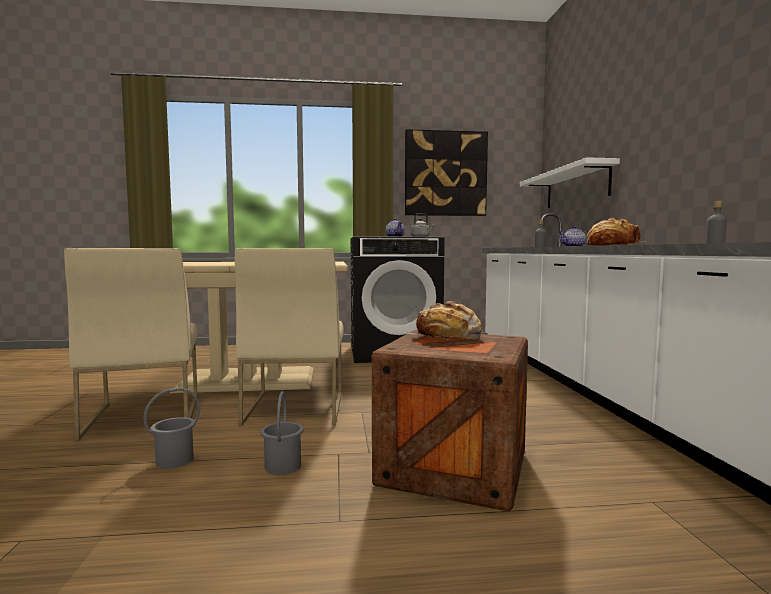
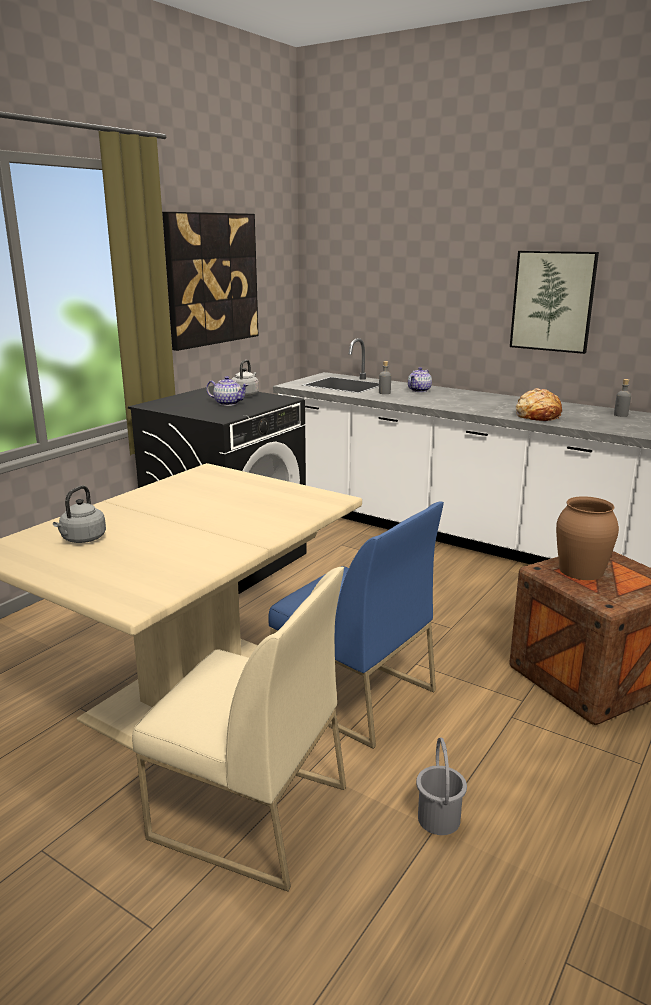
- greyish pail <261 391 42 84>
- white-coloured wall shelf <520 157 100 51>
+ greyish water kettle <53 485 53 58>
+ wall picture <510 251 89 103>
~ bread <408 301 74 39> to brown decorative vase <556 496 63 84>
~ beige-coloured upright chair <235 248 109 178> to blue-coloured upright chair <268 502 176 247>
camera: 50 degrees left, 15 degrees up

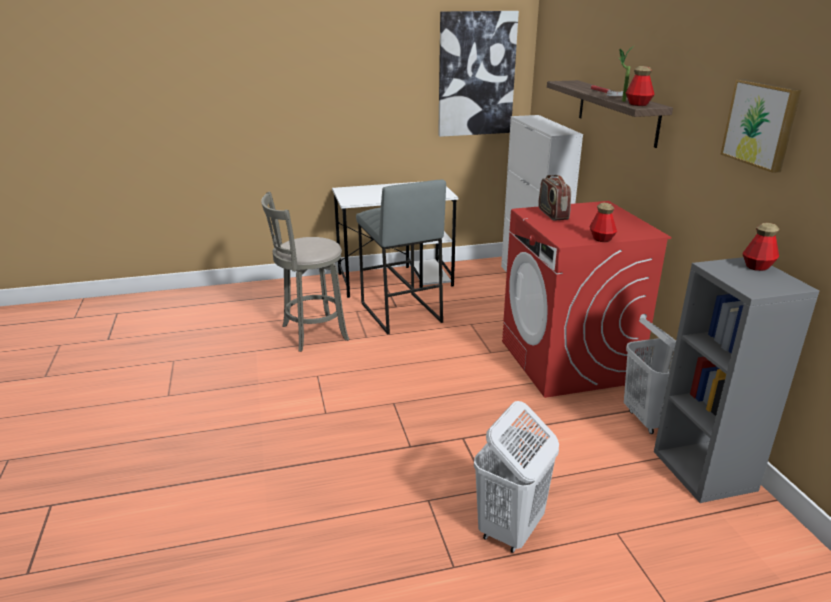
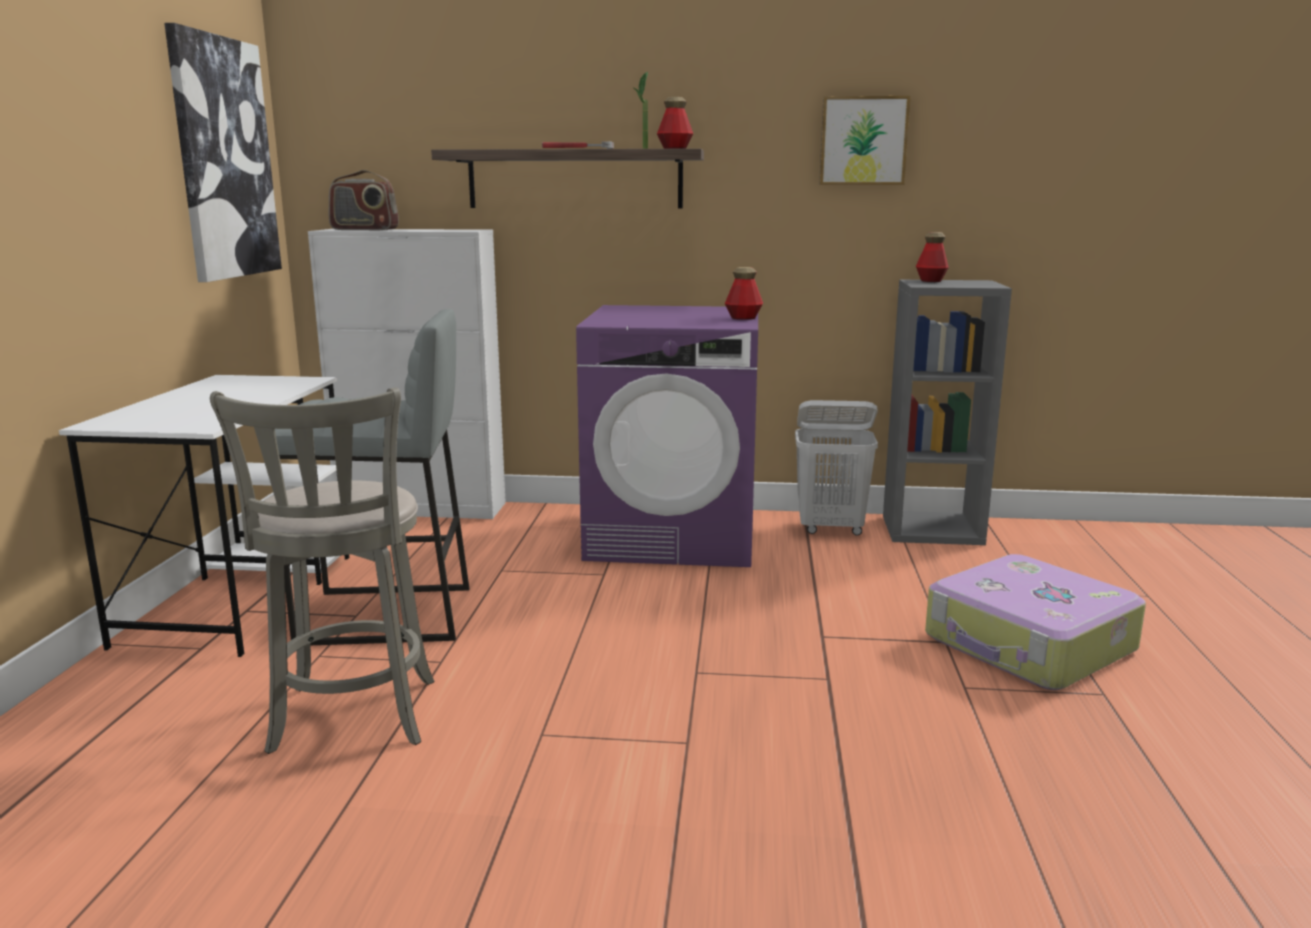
~ radio <538 175 33 46> to <329 170 70 60>
~ white-coloured hamper <474 401 85 152> to piece of luggage <925 554 221 136>
~ reddish laundry appliance <502 201 169 197> to purplish laundry appliance <576 305 182 262>
camera: 70 degrees left, 10 degrees down

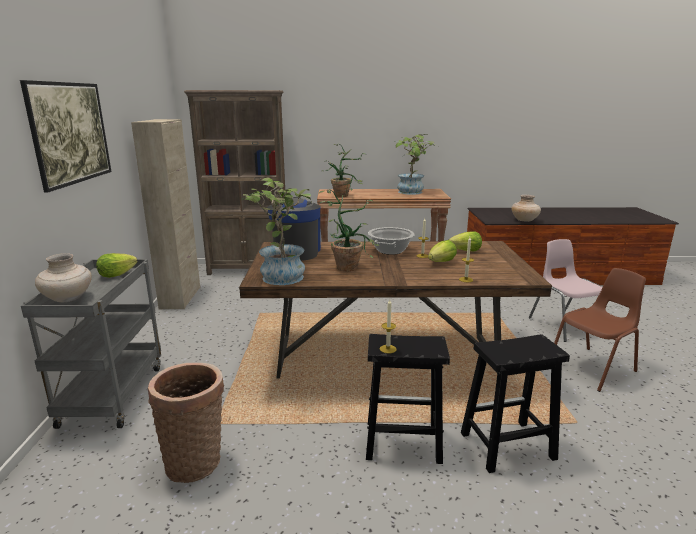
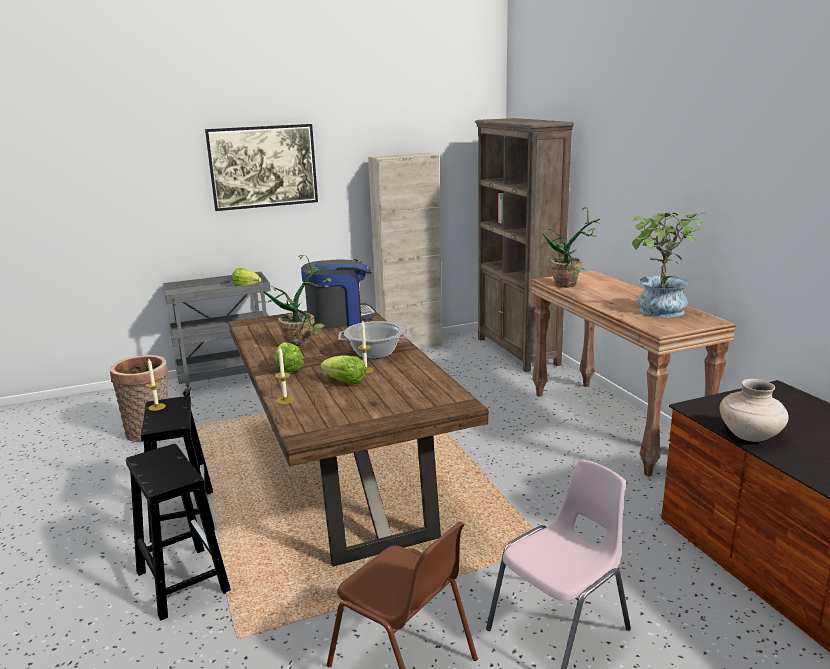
- beige-coloured decorative vase <35 253 57 50>
- houseplant <241 177 71 108>
~ lettuce head <448 231 34 21> to <276 342 28 30>
camera: 70 degrees right, 0 degrees up

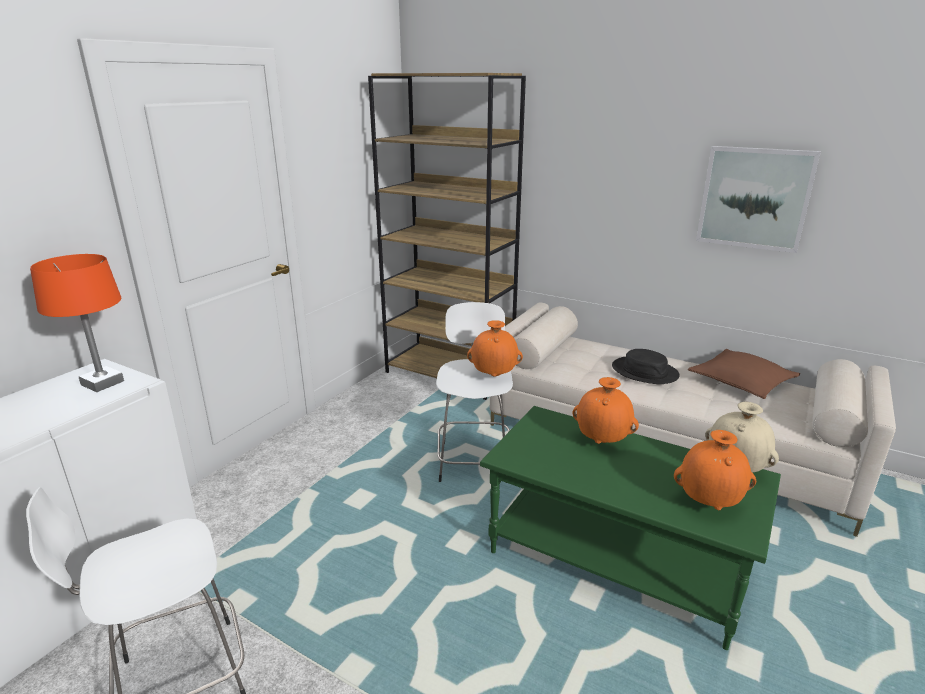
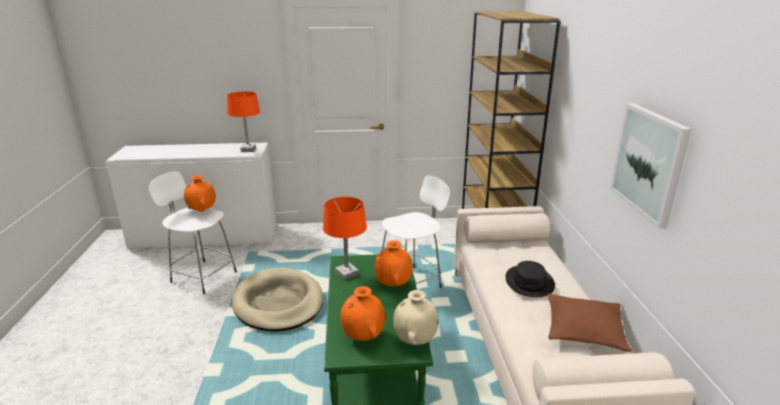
+ beige-coloured dog cushion <231 267 92 65>
+ orange lamp for a table <323 197 44 83>
~ orange decorative vase <467 320 56 57> to <184 175 32 37>
camera: 55 degrees right, 0 degrees up

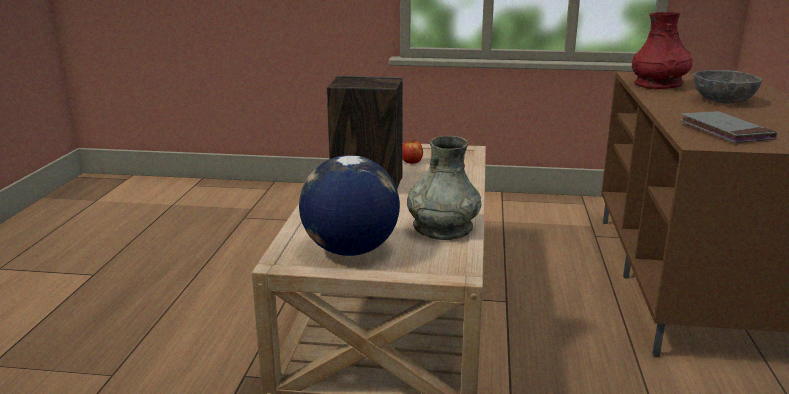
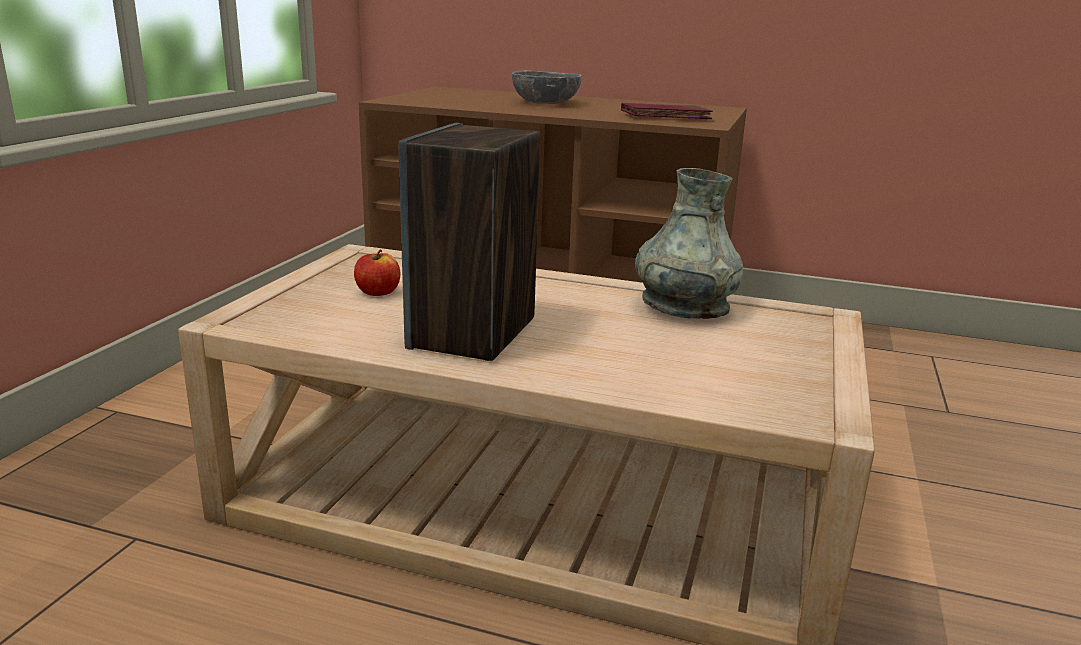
- globe <299 155 101 101>
- reddish decorative vase <632 12 60 78>
~ greyish volume <679 111 98 32> to reddish volume <621 103 92 16>
camera: 80 degrees left, 0 degrees up

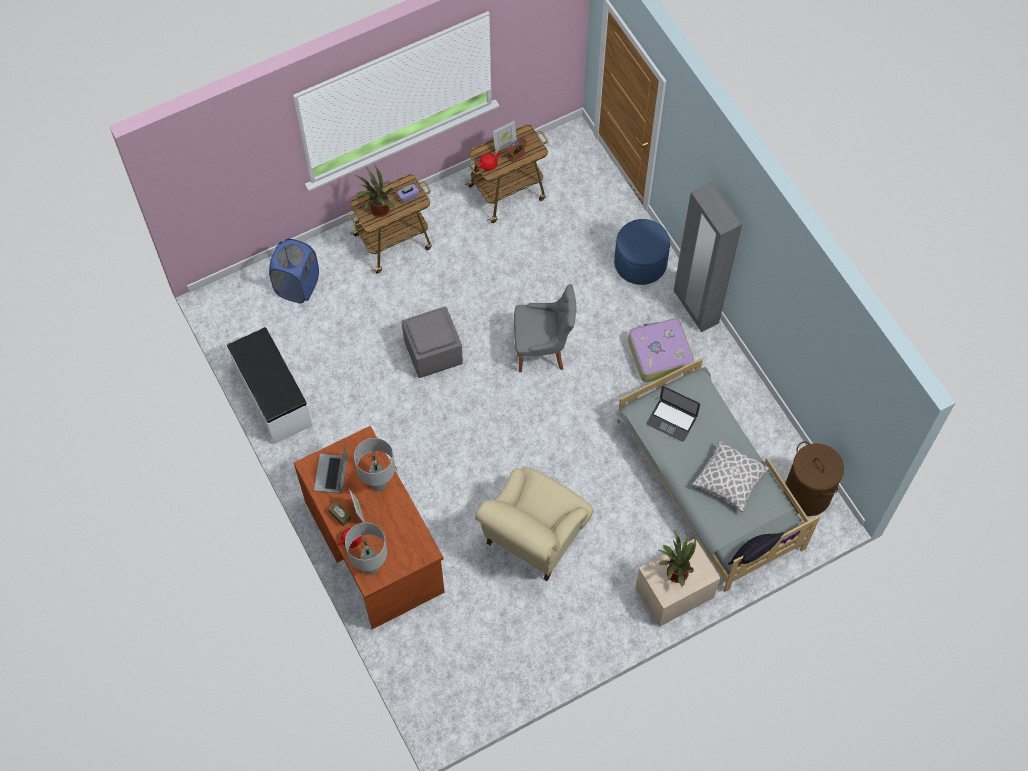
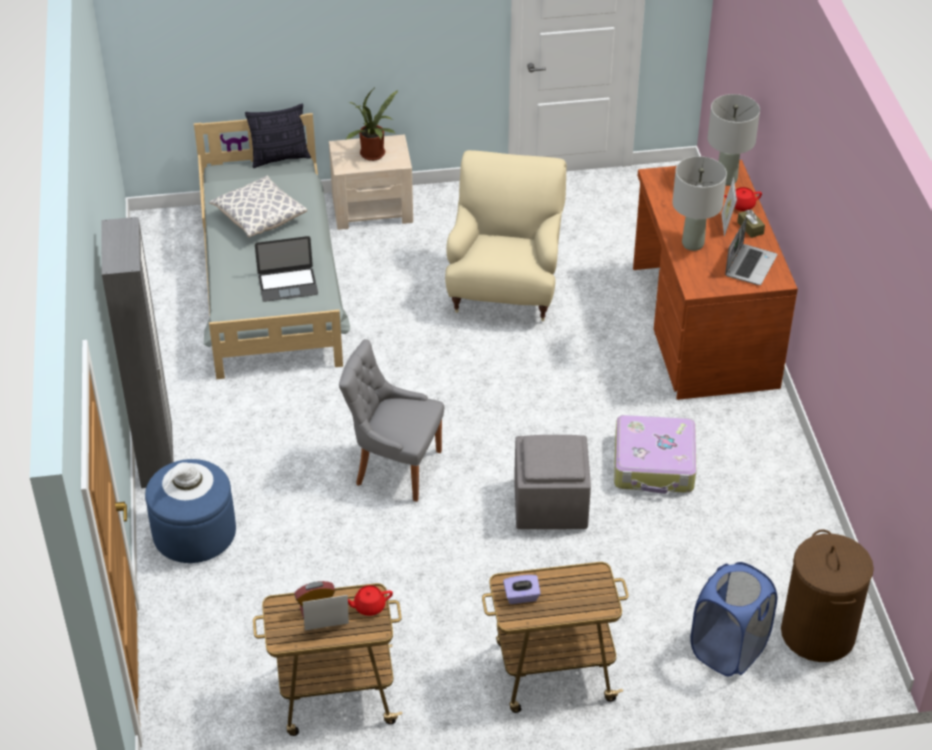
- white-coloured long seat <227 327 85 117>
- houseplant <354 165 41 52>
+ white-coloured hat <162 462 51 38>
~ piece of luggage <628 318 66 64> to <614 415 82 79>
~ brown hamper <783 441 61 75> to <781 529 93 133>
~ beige-coloured lounge chair <474 467 119 114> = <445 150 122 171> 45 degrees counterclockwise
~ notebook computer <646 386 54 56> = <255 236 63 66> 120 degrees clockwise
camera: 160 degrees left, 20 degrees down

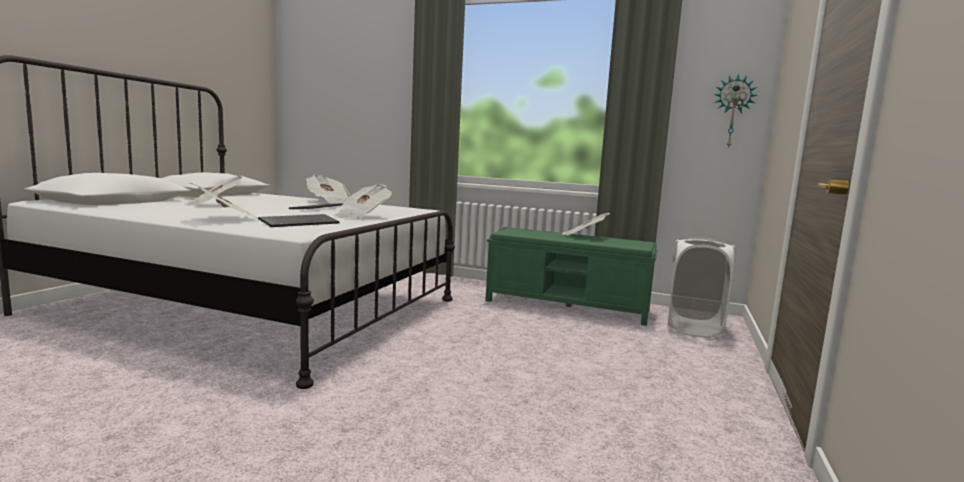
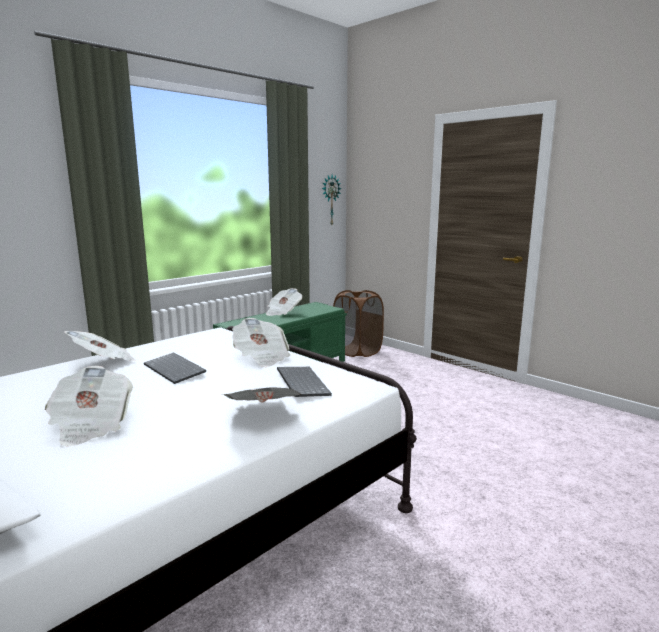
~ white-coloured hamper <667 237 69 101> to brown hamper <333 290 51 67>
camera: 65 degrees left, 5 degrees up

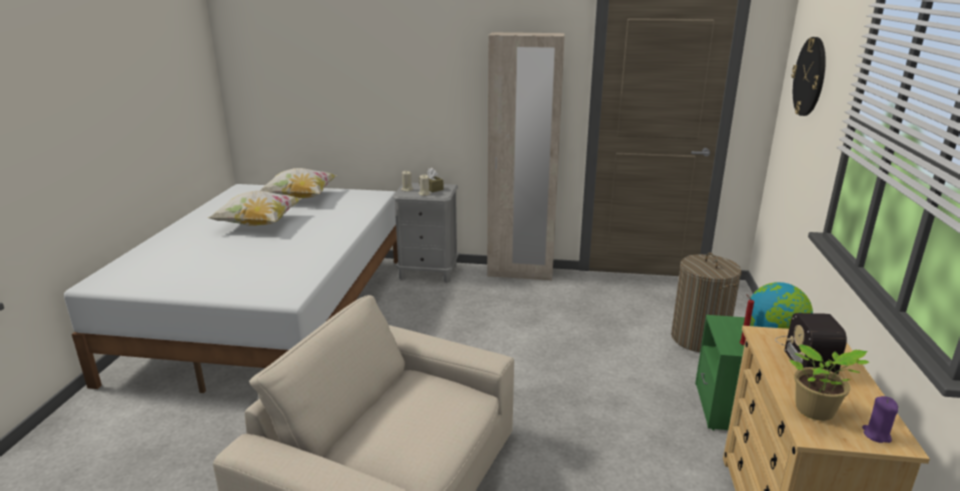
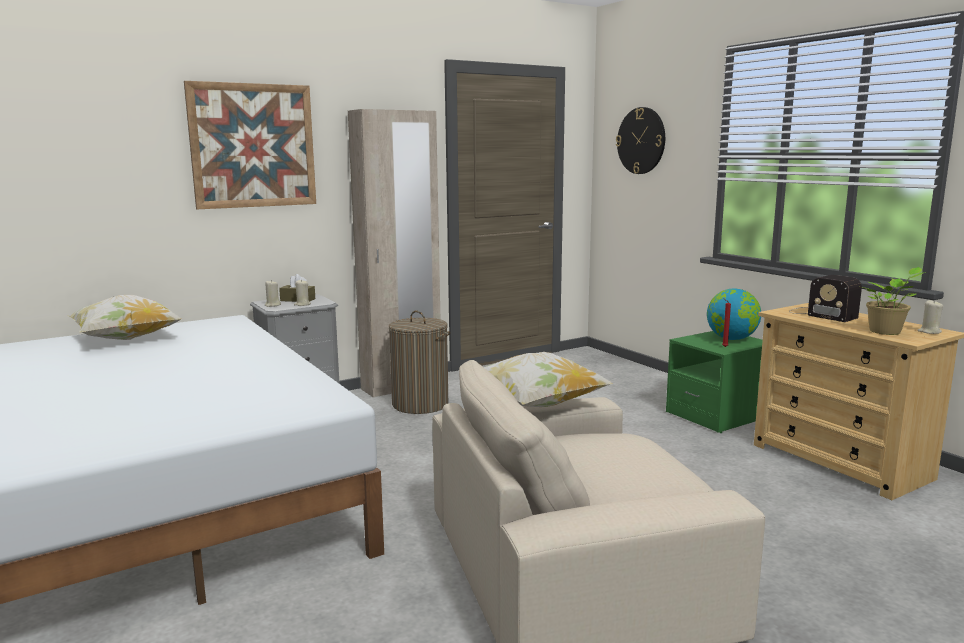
+ wall picture <184 81 132 128>
~ pillow <208 191 94 35> to <484 352 129 55>
~ hamper <671 253 71 99> to <389 311 61 103>
~ purplish candle <862 396 36 47> to beige-coloured candle <917 300 26 34>
camera: 40 degrees left, 10 degrees down

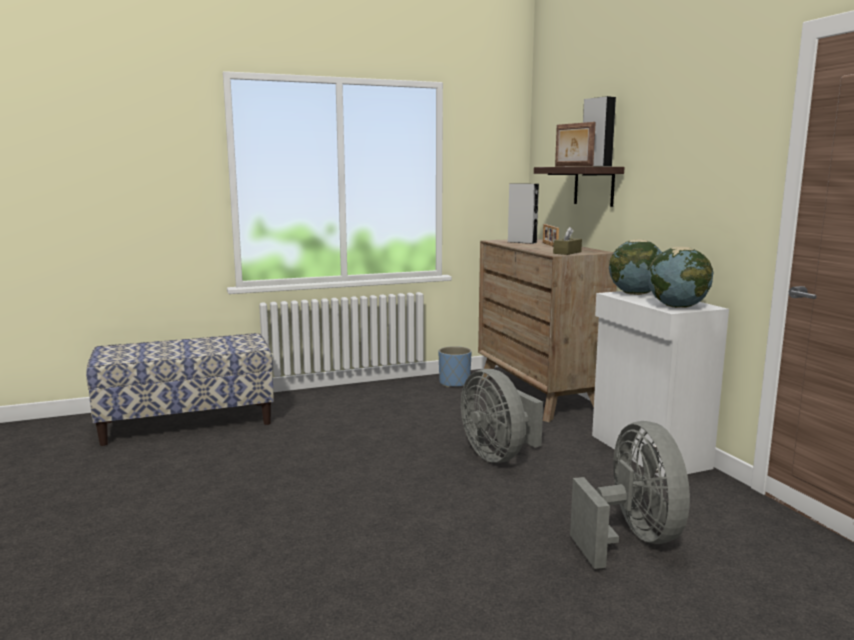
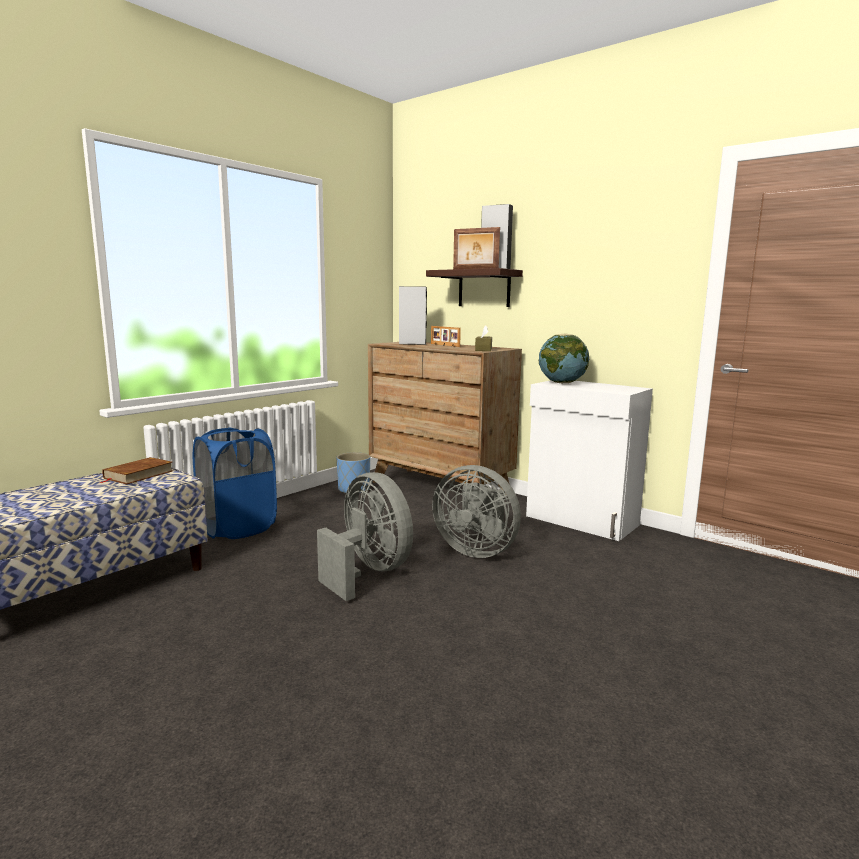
- globe <648 247 65 61>
+ brown volume <99 457 74 27>
+ blue-coloured hamper <193 428 84 111>
~ greyish cooling fan <570 421 120 148> to <317 472 96 129>
camera: 30 degrees left, 0 degrees up

